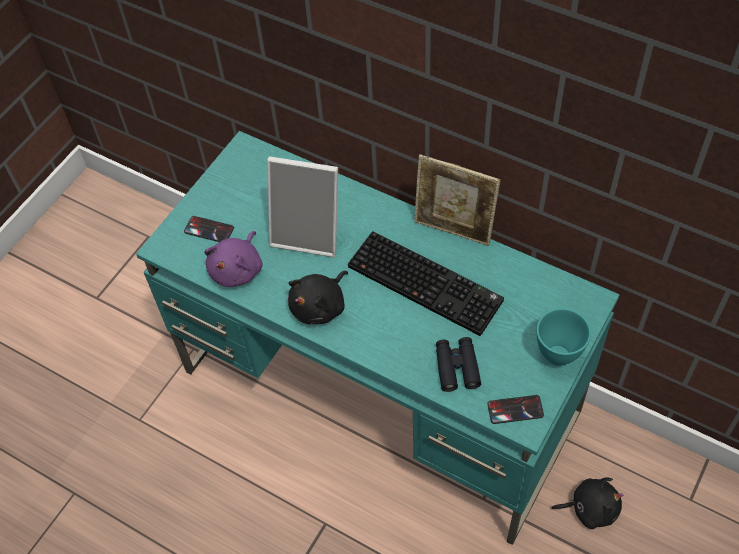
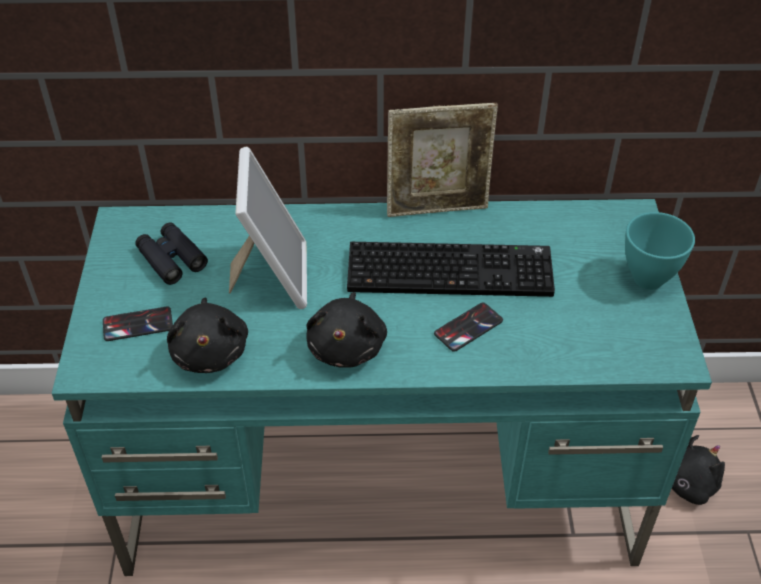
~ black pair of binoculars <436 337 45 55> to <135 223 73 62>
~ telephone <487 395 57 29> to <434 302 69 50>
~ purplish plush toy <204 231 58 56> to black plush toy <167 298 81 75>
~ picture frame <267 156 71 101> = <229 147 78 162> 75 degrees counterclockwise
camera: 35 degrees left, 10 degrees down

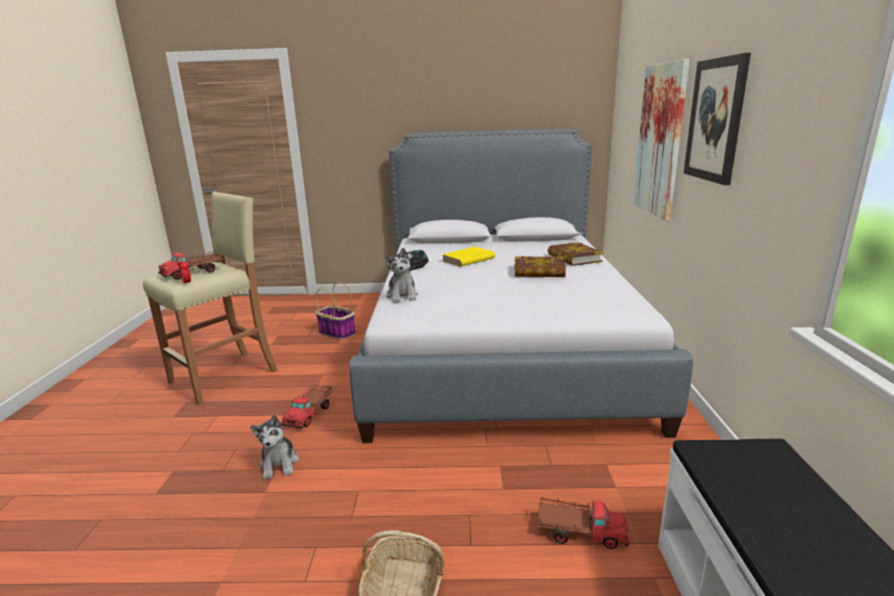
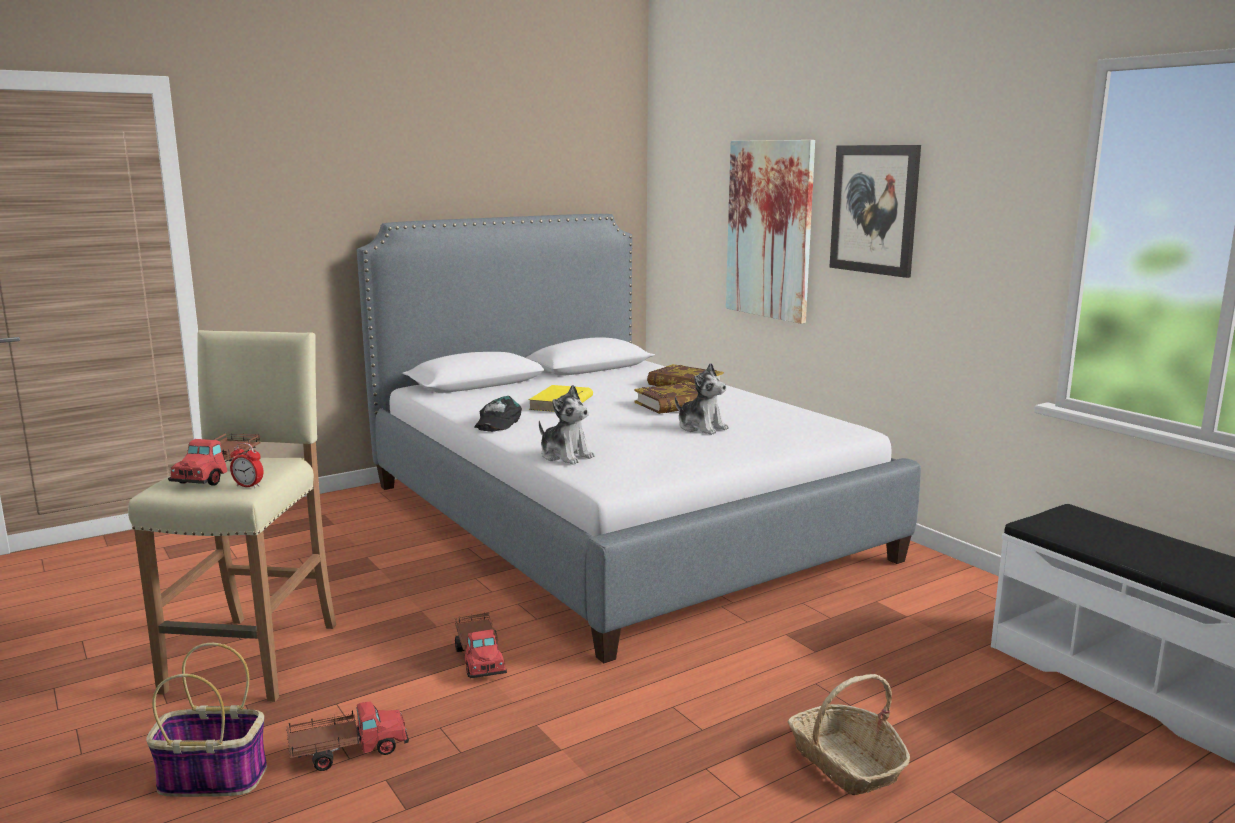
~ plush toy <250 415 49 64> to <675 363 54 72>
~ household basket <315 282 41 58> to <146 643 121 154>
~ model truck <538 497 91 52> to <287 701 122 70>
camera: 35 degrees left, 5 degrees down

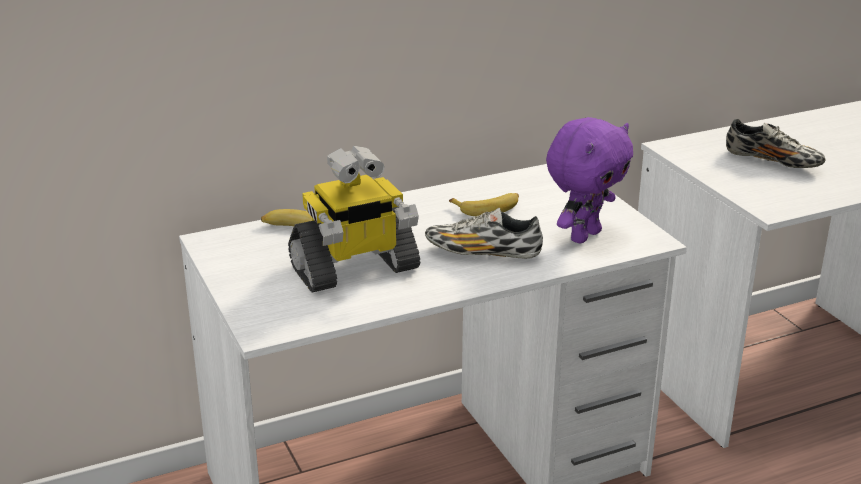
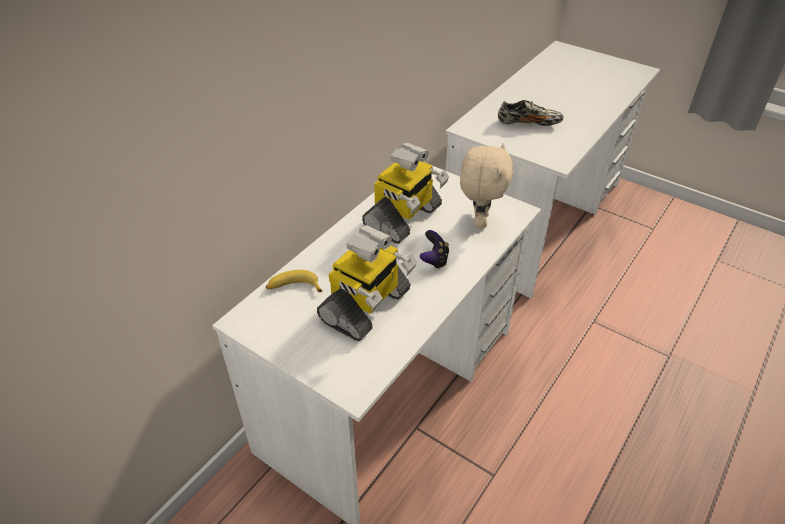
~ shoe <425 208 118 51> to joypad <420 230 29 39>
~ banana <449 193 70 23> to robot figure <362 143 87 101>
~ purplish plush toy <546 117 87 126> to beige-coloured plush toy <460 143 53 86>
camera: 30 degrees left, 15 degrees up

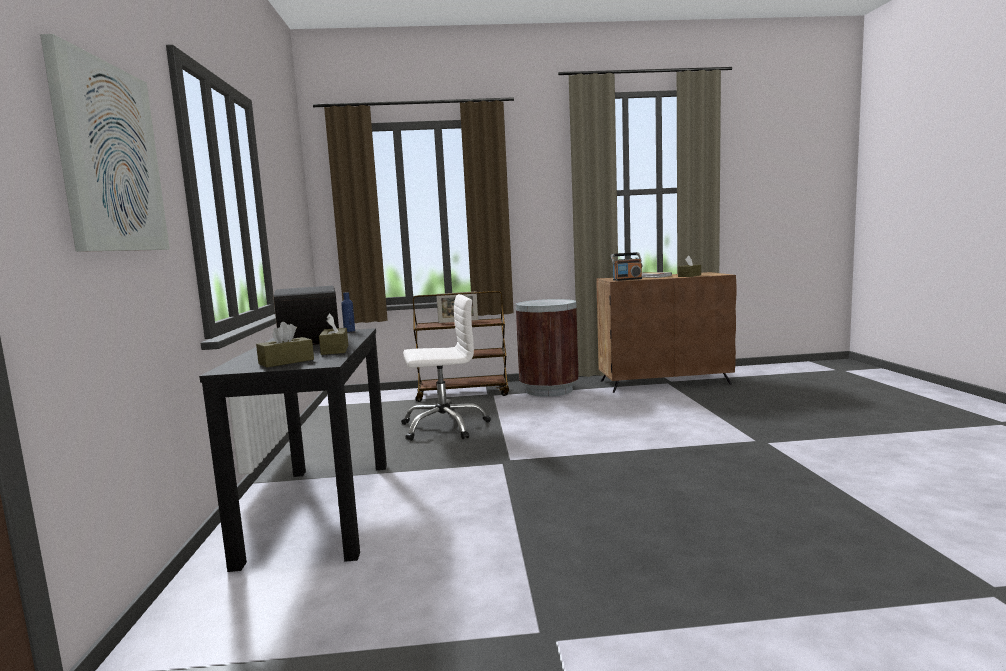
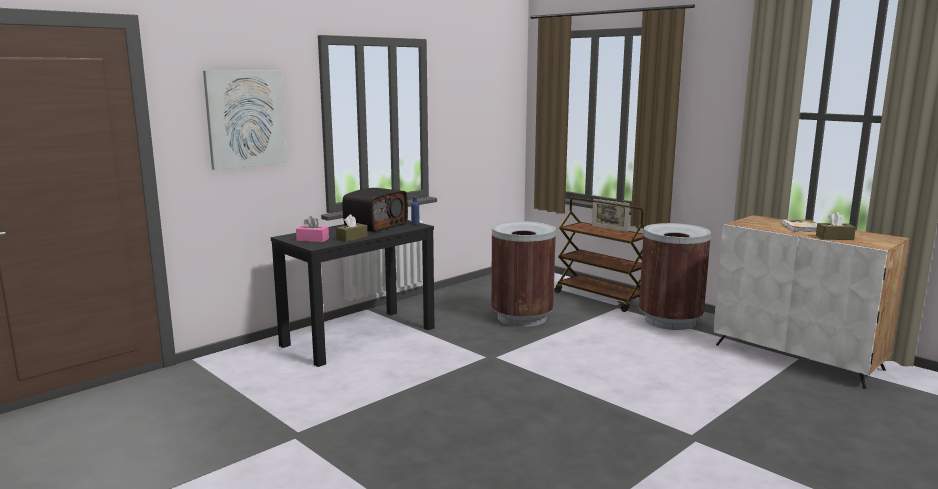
- radio <611 252 31 29>
~ white-coloured computer chair <401 294 90 147> to brown waste bin <491 221 65 106>
~ brown tissue box <256 322 58 46> to pinkish tissue box <296 216 33 26>
~ brown cupboard <596 272 140 121> to white-coloured cupboard <714 215 195 174>
camera: 50 degrees right, 5 degrees up

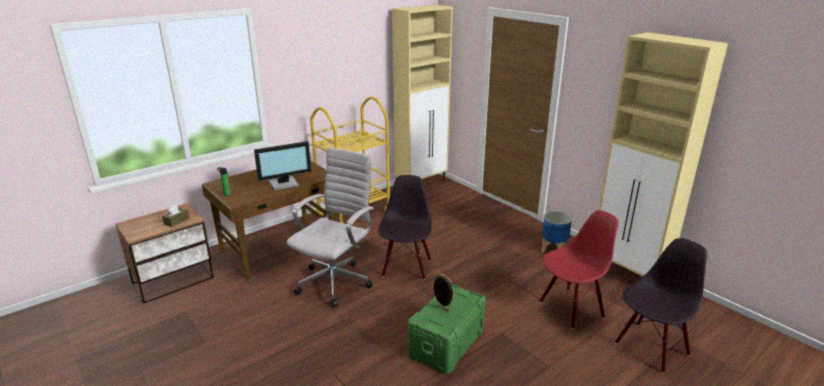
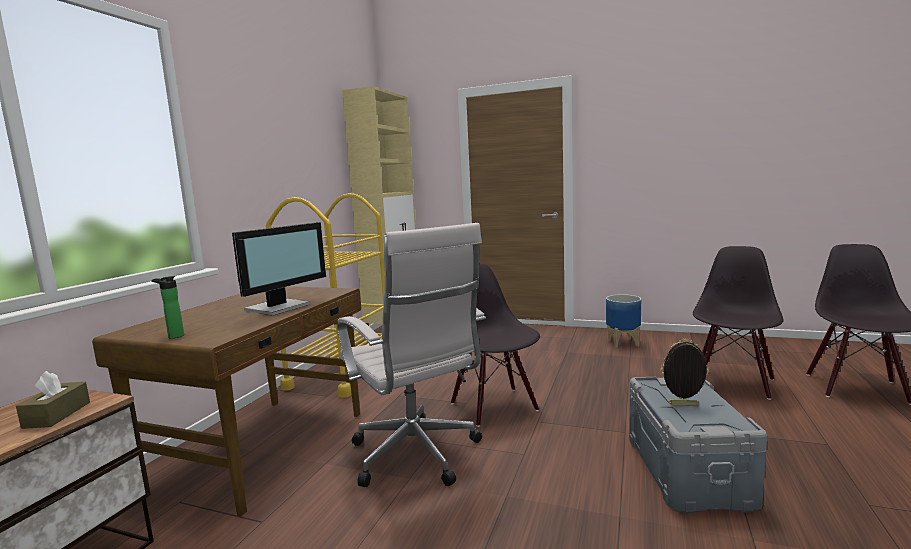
- beige-coloured cupboard <599 32 129 244>
~ green storage container <408 284 78 90> to greyish storage container <629 377 138 136>
~ reddish upright chair <539 210 80 119> to black upright chair <693 246 91 154>
~ white-coloured computer chair <287 147 87 160> = <337 223 149 264> 150 degrees clockwise
camera: 30 degrees left, 15 degrees down

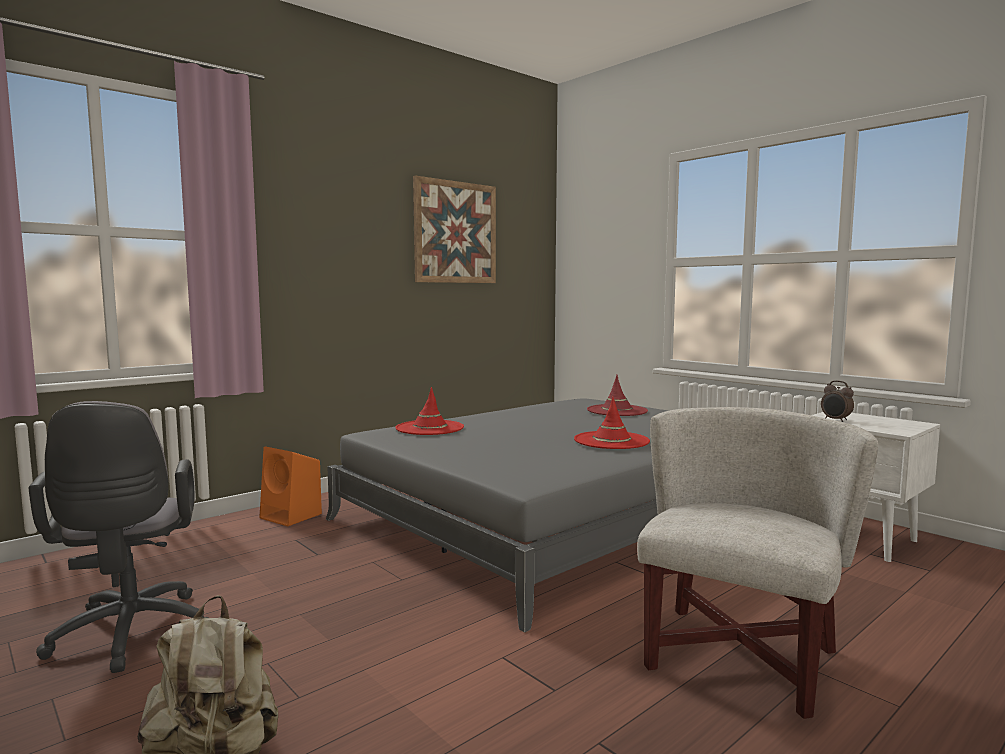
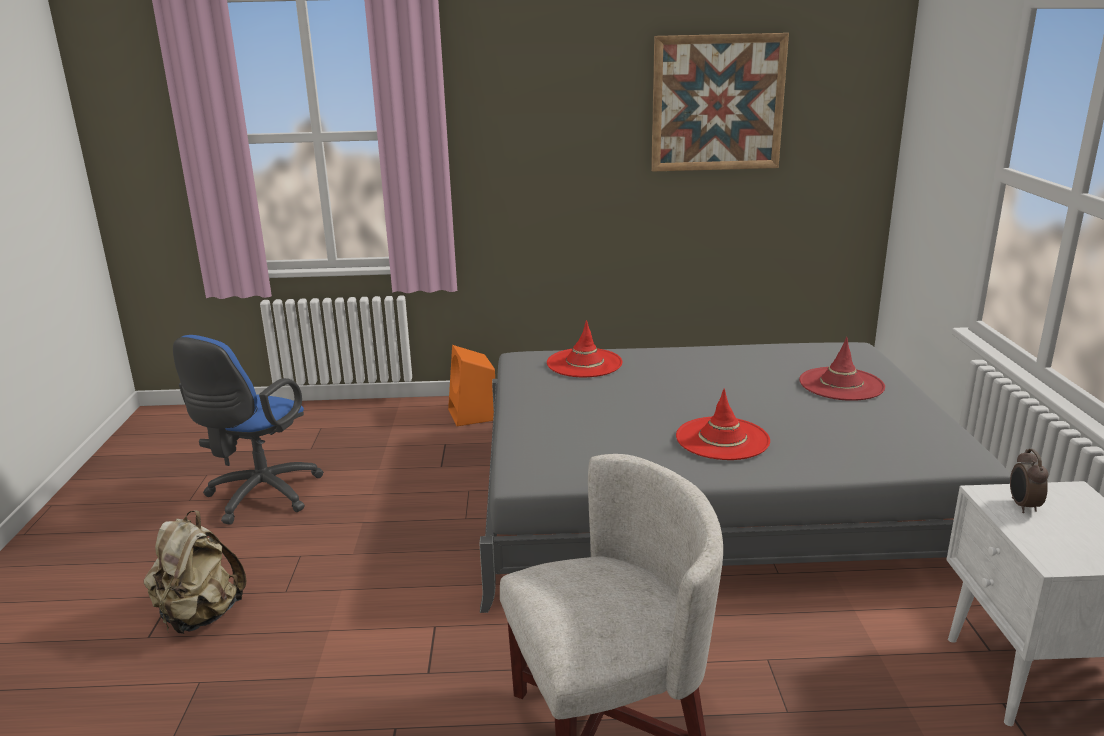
~ greyish computer chair <29 401 180 272> to blue-coloured computer chair <173 335 151 190>
camera: 40 degrees right, 15 degrees up

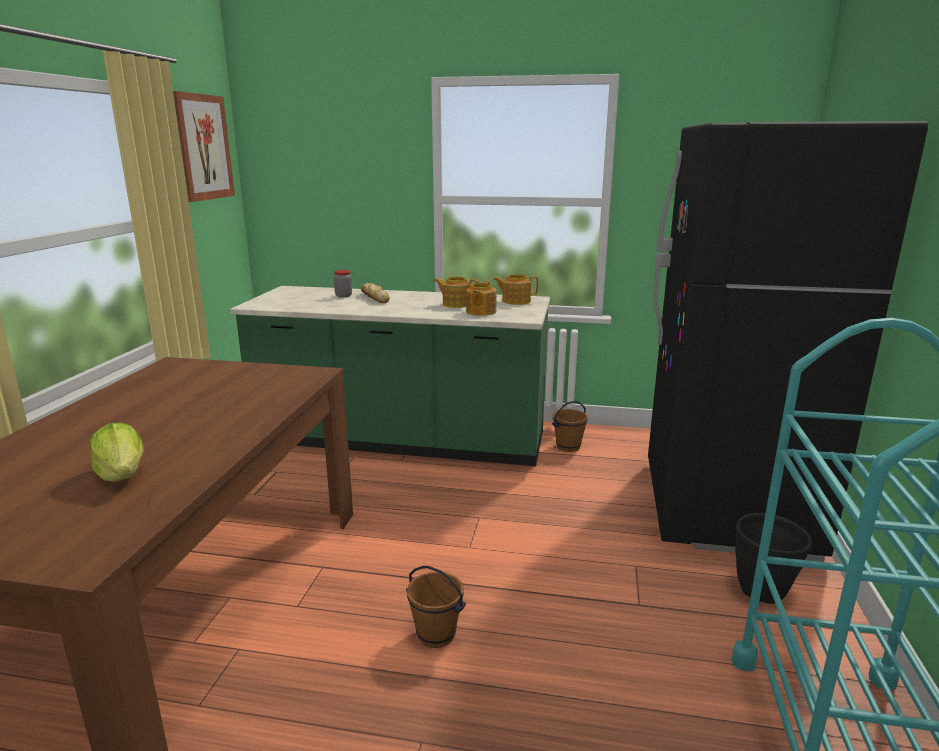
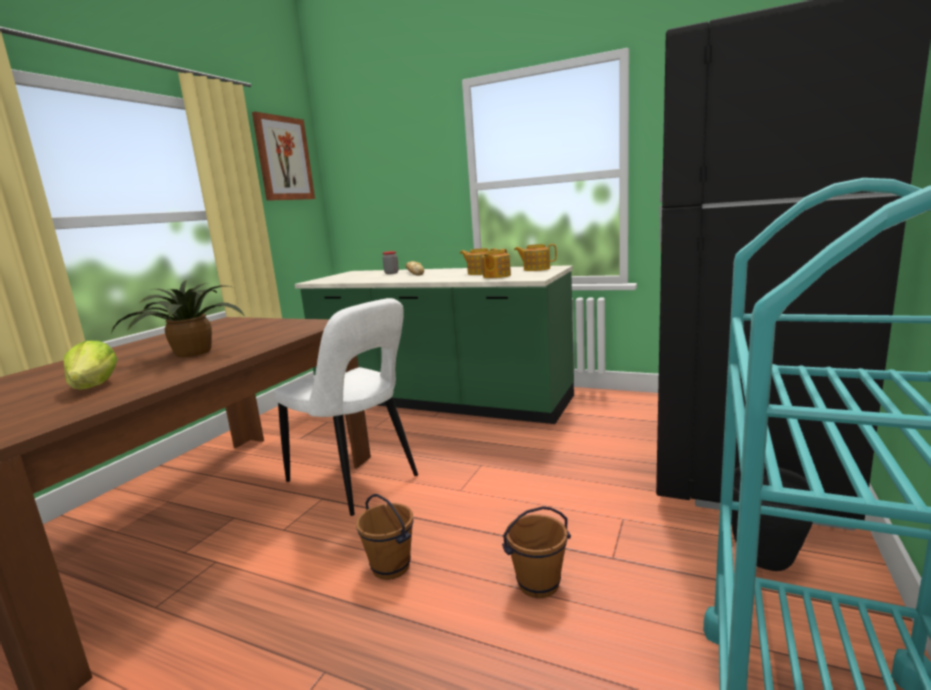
+ houseplant <111 280 134 77>
+ white-coloured upright chair <274 298 144 218>
~ brown pail <552 401 36 51> to <502 506 69 92>
camera: 15 degrees right, 5 degrees down

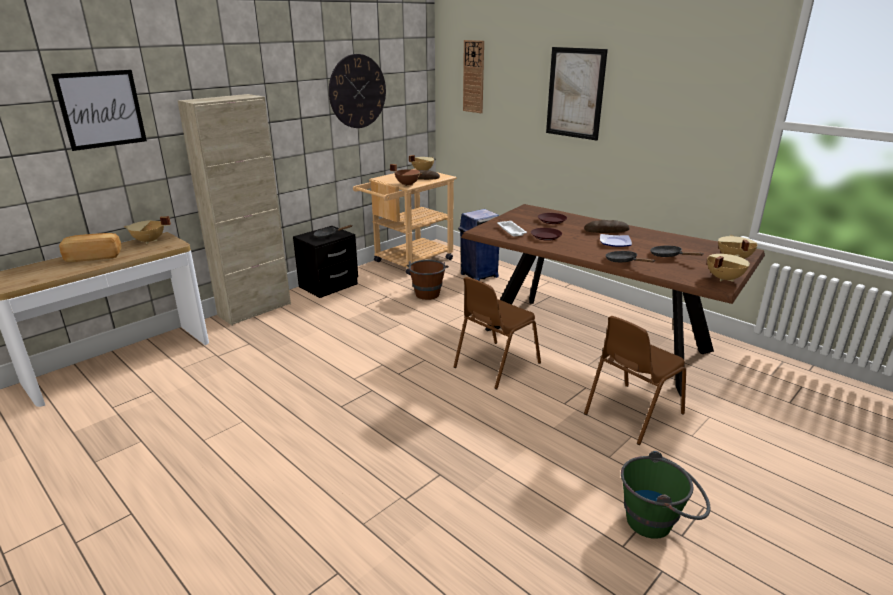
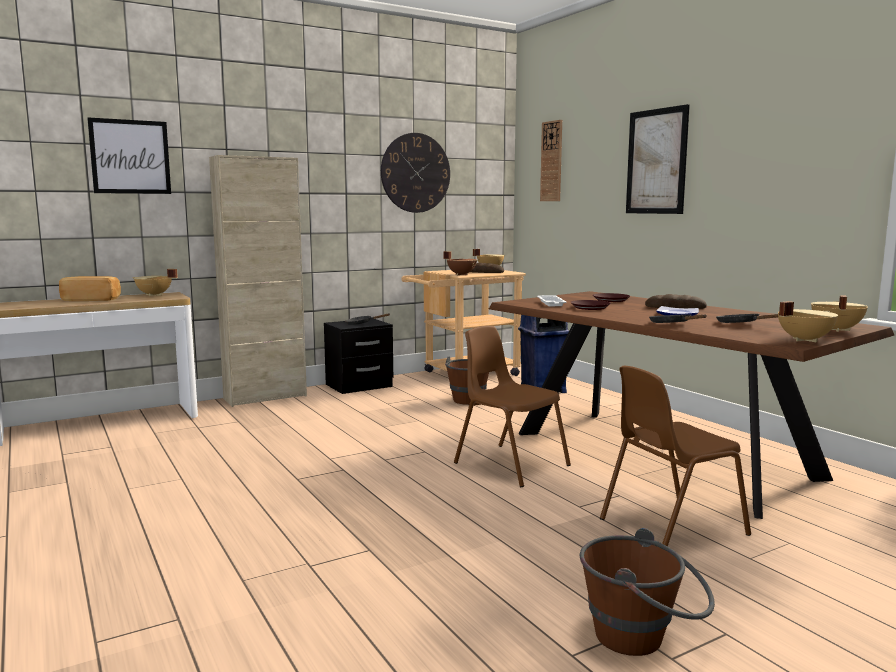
~ green pail <621 451 90 88> to brown pail <580 528 135 128>
~ brown upright chair <453 277 88 112> = <454 326 117 161> 75 degrees clockwise
camera: 15 degrees right, 15 degrees down

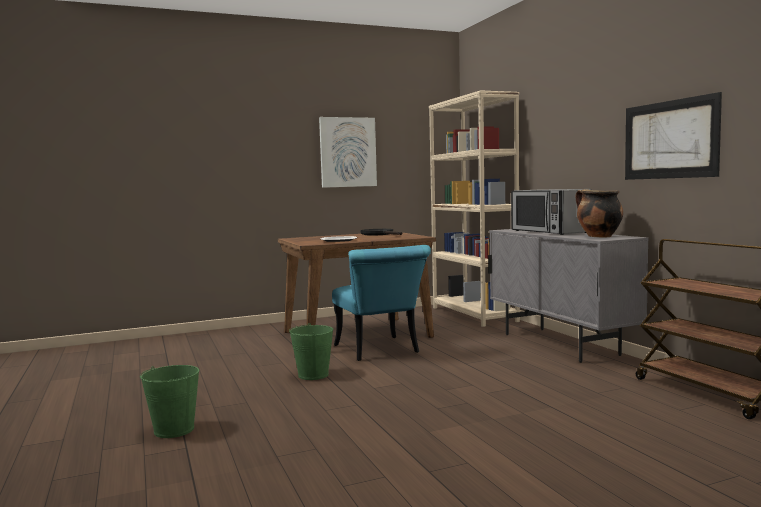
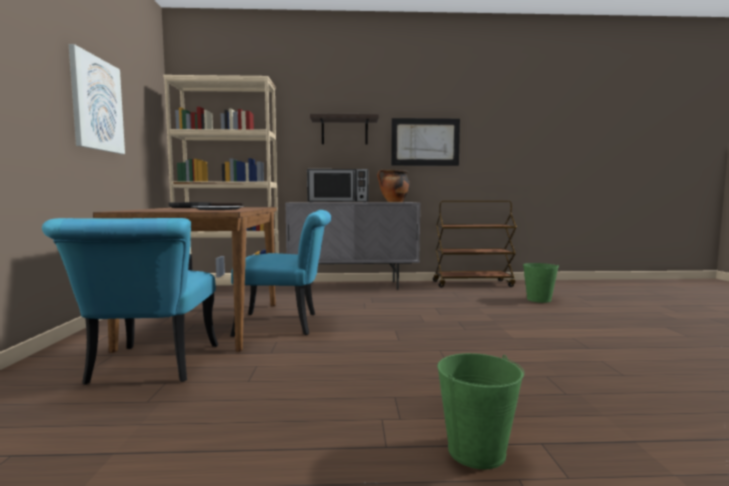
+ turquoise-coloured upright chair <42 218 176 167>
+ wall shelf <310 114 69 31>
~ green pail <289 323 44 57> to <523 263 36 40>
camera: 70 degrees left, 0 degrees up

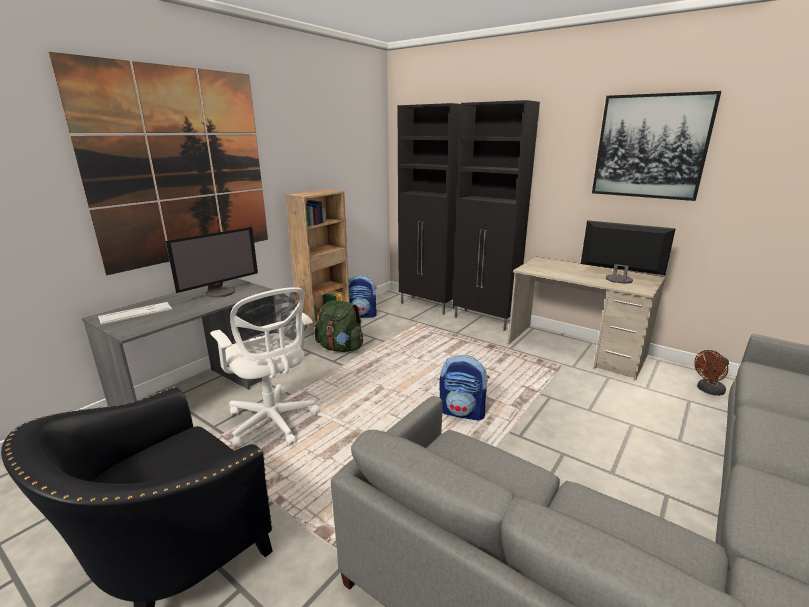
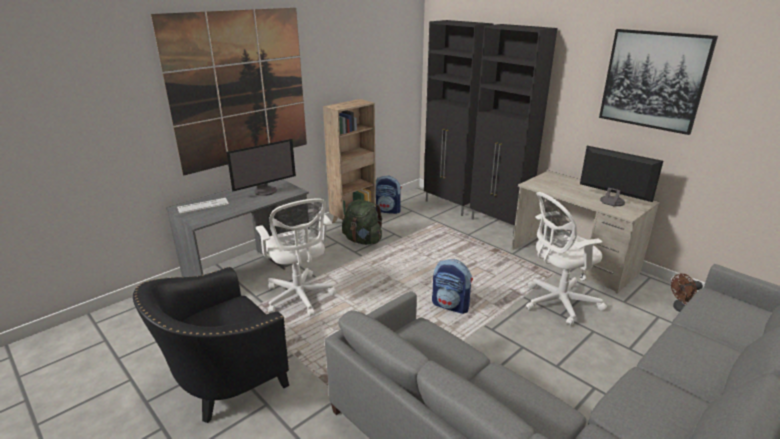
+ white-coloured computer chair <526 192 81 134>
camera: 10 degrees right, 5 degrees up

